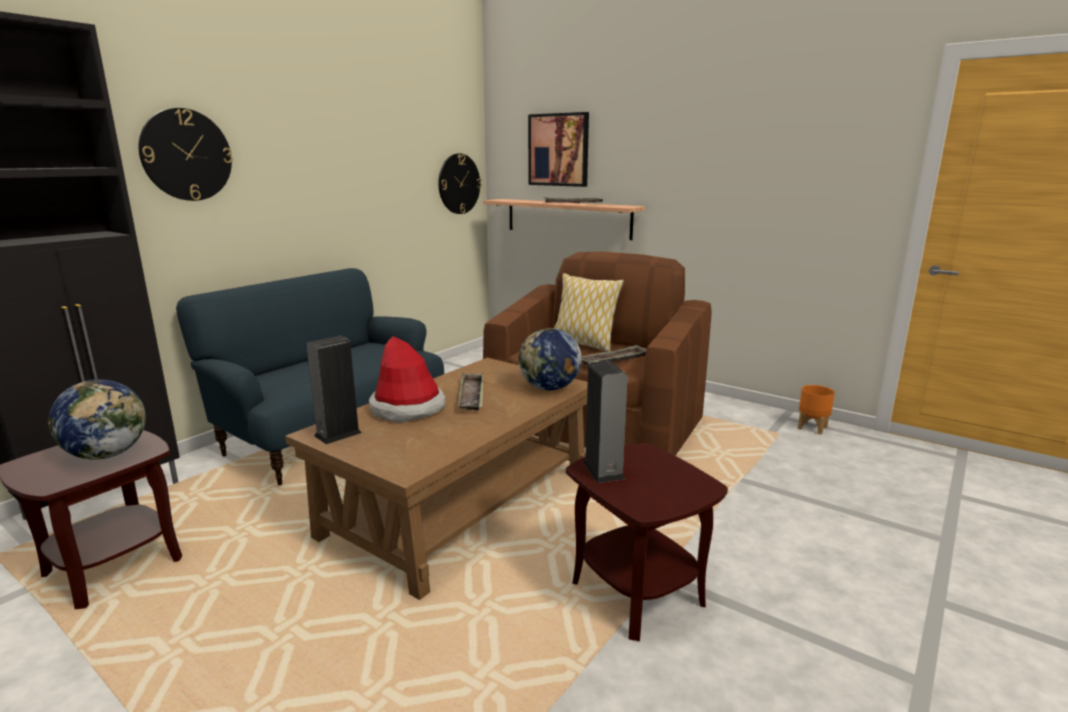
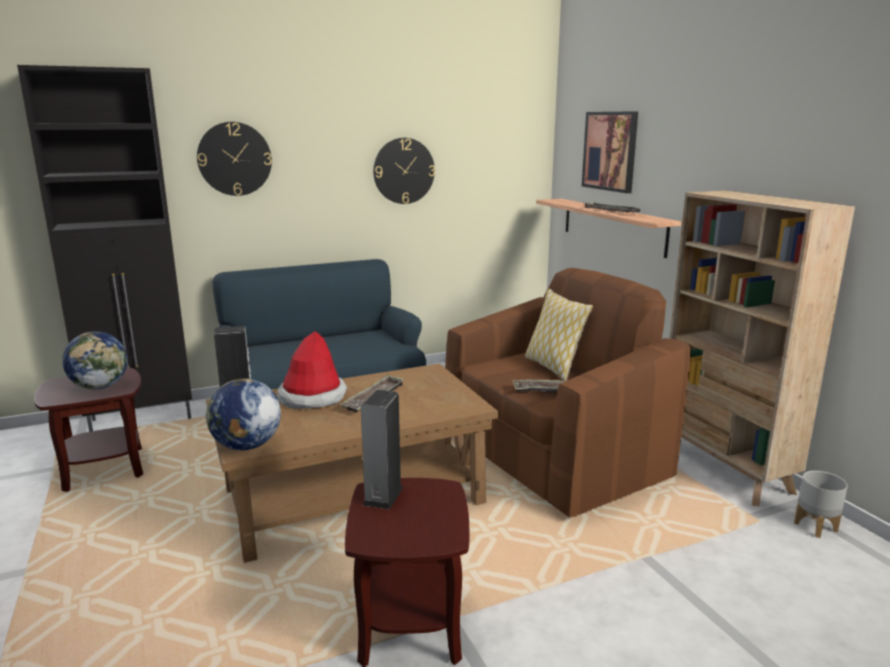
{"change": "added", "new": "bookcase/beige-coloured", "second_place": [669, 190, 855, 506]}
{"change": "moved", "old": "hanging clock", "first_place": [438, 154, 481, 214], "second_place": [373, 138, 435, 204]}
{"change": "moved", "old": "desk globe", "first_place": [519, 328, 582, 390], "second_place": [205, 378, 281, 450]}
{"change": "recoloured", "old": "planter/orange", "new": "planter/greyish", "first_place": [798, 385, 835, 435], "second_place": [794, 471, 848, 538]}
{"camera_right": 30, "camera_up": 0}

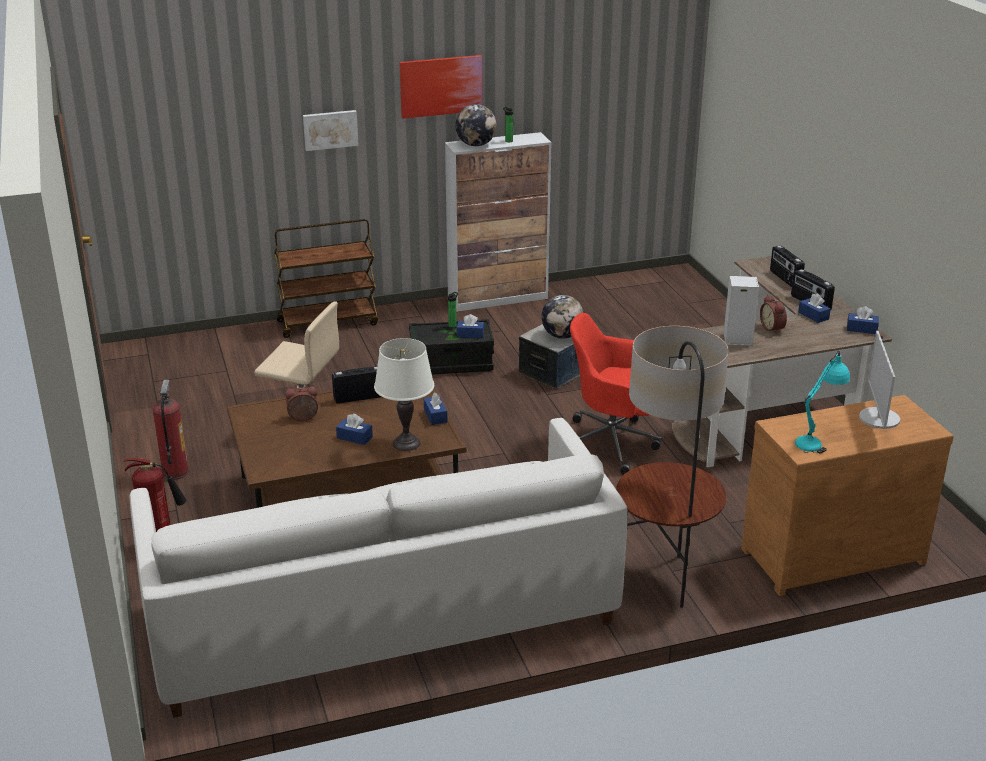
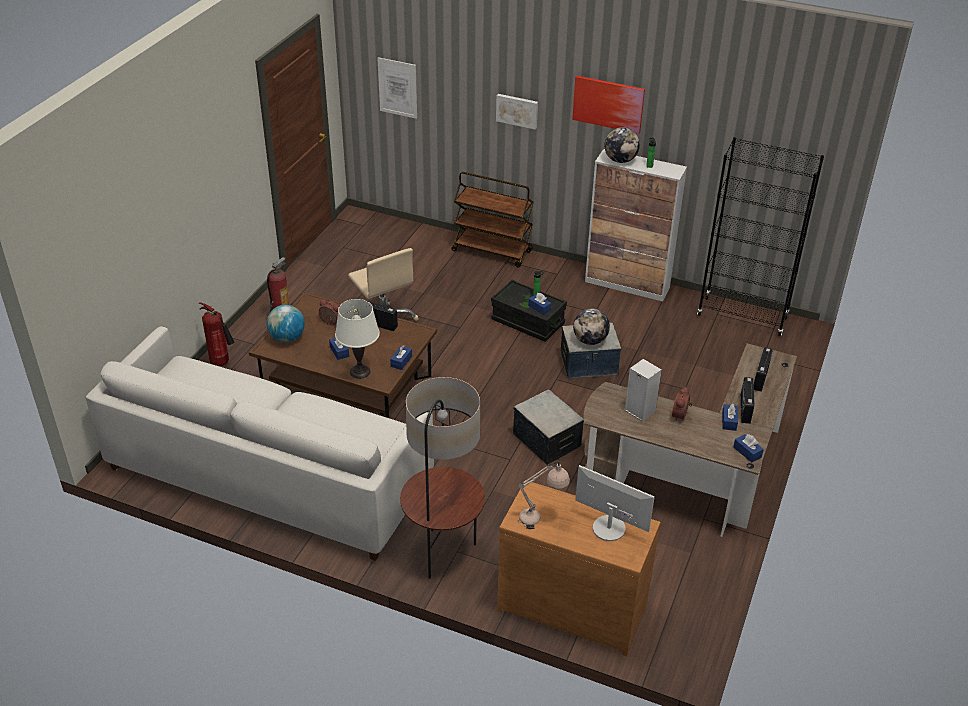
{"change": "added", "new": "desk globe", "second_place": [267, 305, 305, 342]}
{"change": "added", "new": "wall art", "second_place": [377, 57, 417, 119]}
{"change": "added", "new": "bookcase/black-coloured", "second_place": [697, 137, 824, 336]}
{"change": "replaced", "old": "desk chair/red", "new": "storage bin", "first_place": [570, 313, 661, 475], "second_place": [513, 389, 584, 465]}
{"change": "recoloured", "old": "lamp for a table/turquoise-coloured", "new": "lamp for a table/beige-coloured", "first_place": [795, 350, 850, 453], "second_place": [518, 461, 570, 529]}
{"change": "turned", "old": "computer screen", "first_place": [859, 331, 900, 429], "second_place": [575, 465, 655, 541], "degrees": 75}
{"camera_right": 40, "camera_up": 10}

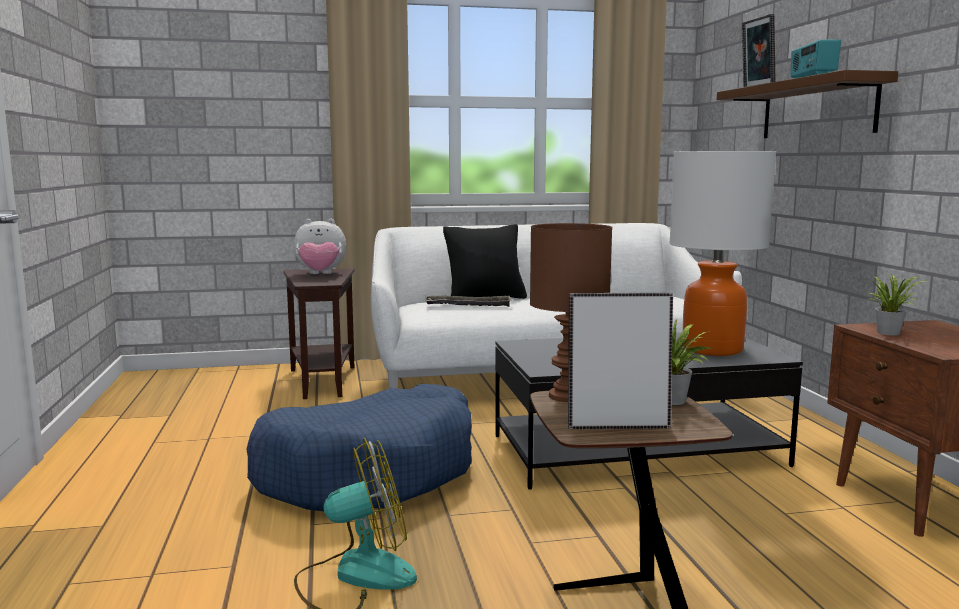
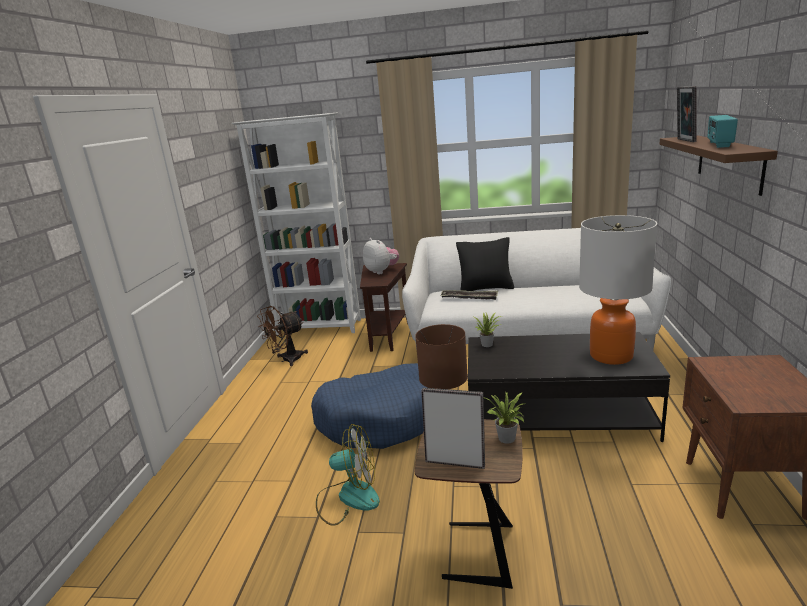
{"change": "added", "new": "bookcase/white", "second_place": [232, 112, 361, 335]}
{"change": "added", "new": "cooling fan/brownish", "second_place": [257, 306, 308, 366]}
{"change": "moved", "old": "houseplant", "first_place": [869, 271, 923, 336], "second_place": [474, 312, 501, 347]}
{"change": "turned", "old": "cuddly toy", "first_place": [294, 219, 346, 274], "second_place": [363, 238, 399, 275], "degrees": -135}
{"camera_right": 20, "camera_up": 10}

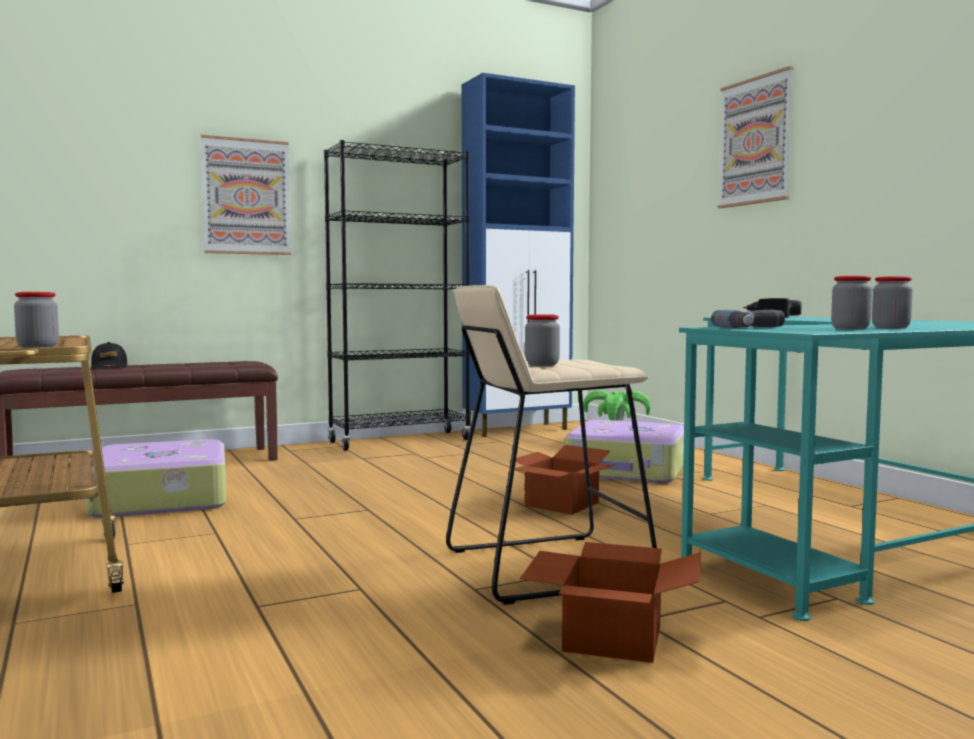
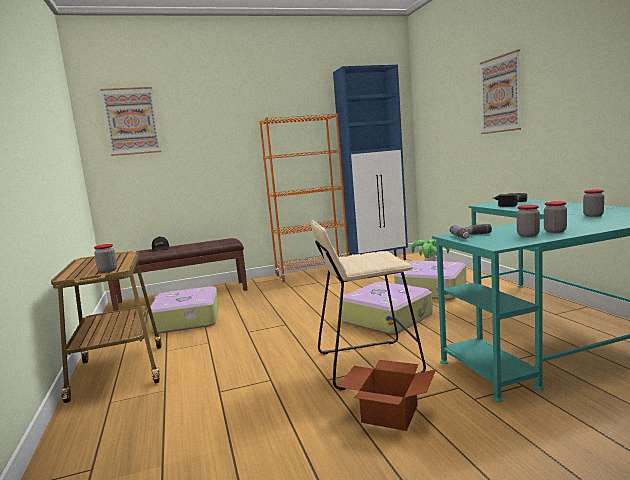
{"change": "moved", "old": "wall art", "first_place": [201, 135, 291, 255], "second_place": [100, 87, 161, 156]}
{"change": "moved", "old": "jar", "first_place": [525, 314, 560, 366], "second_place": [583, 189, 604, 217]}
{"change": "replaced", "old": "cardboard box", "new": "travel case", "first_place": [515, 445, 614, 515], "second_place": [341, 281, 433, 335]}
{"change": "recoloured", "old": "bookcase/black-coloured", "new": "bookcase/orange", "first_place": [324, 140, 471, 451], "second_place": [259, 113, 349, 282]}
{"camera_right": 10, "camera_up": 5}

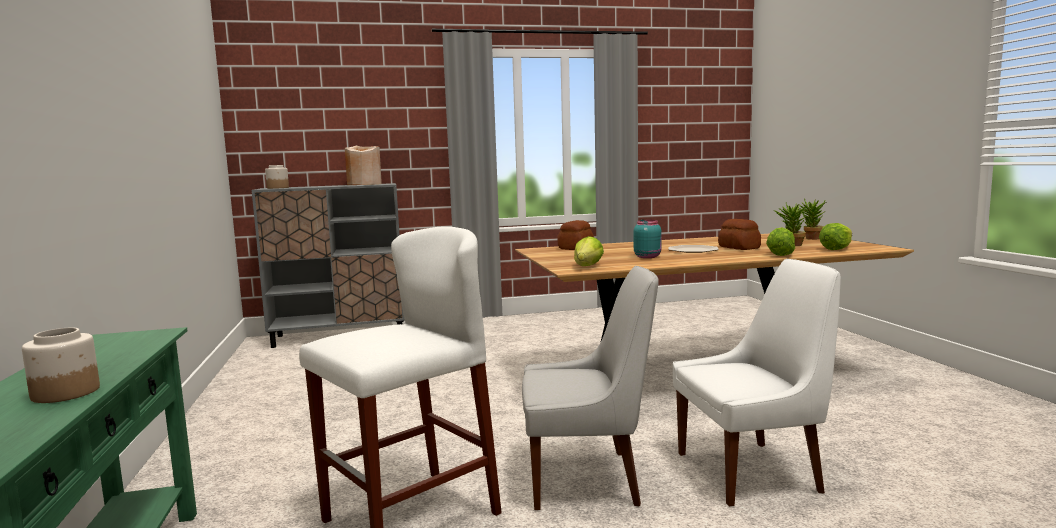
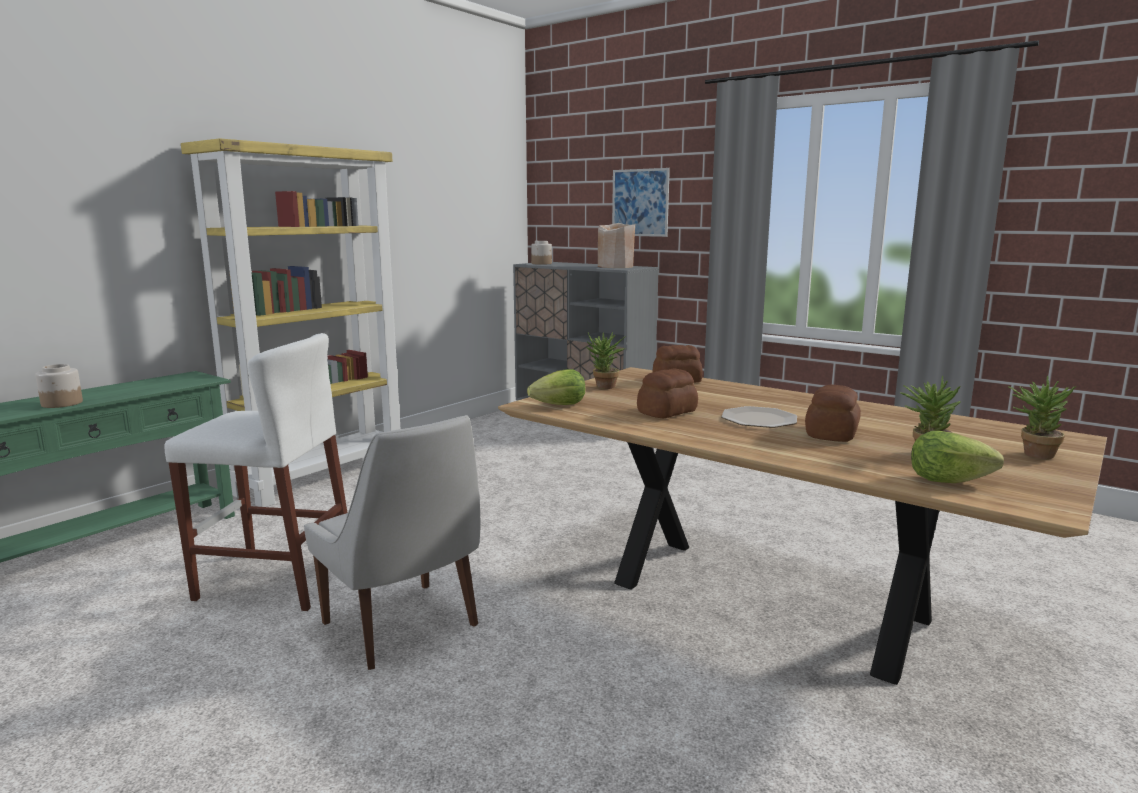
{"change": "removed", "old": "upright chair/white", "first_place": [673, 259, 841, 506]}
{"change": "removed", "old": "lettuce", "first_place": [766, 227, 795, 256]}
{"change": "added", "new": "bookcase/yellowish", "second_place": [181, 138, 400, 507]}
{"change": "added", "new": "houseplant", "second_place": [586, 332, 626, 389]}
{"change": "added", "new": "wall art", "second_place": [612, 168, 670, 237]}
{"change": "replaced", "old": "jar/turquoise-coloured", "new": "baked bread", "first_place": [634, 220, 661, 258], "second_place": [637, 369, 698, 418]}
{"camera_right": 50, "camera_up": 5}

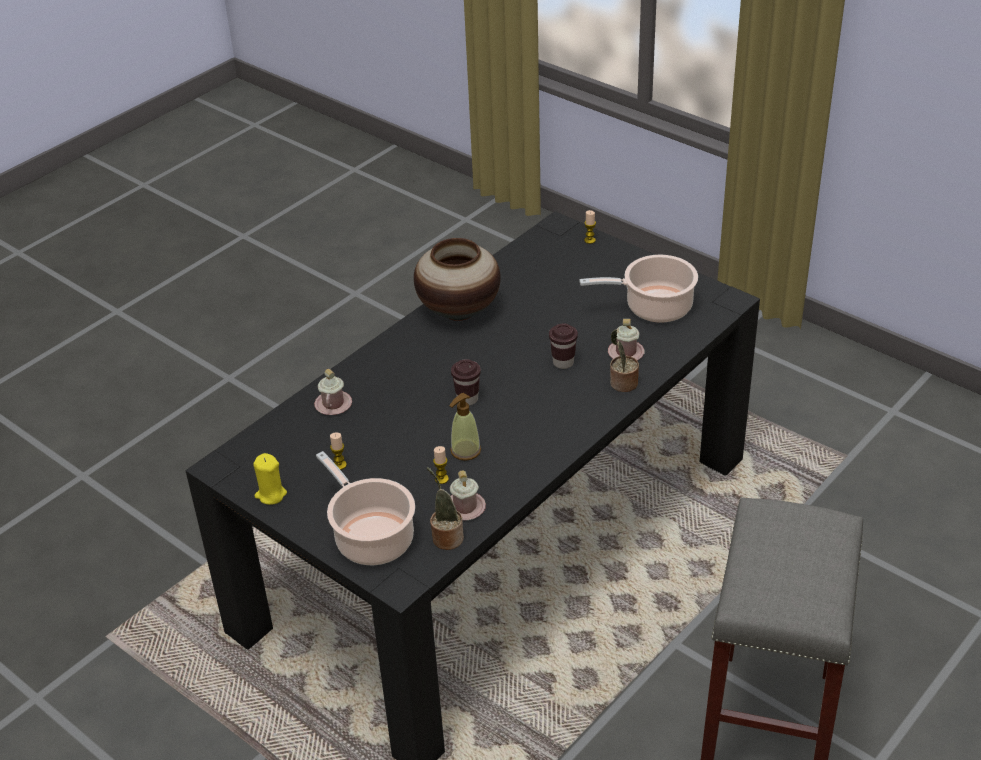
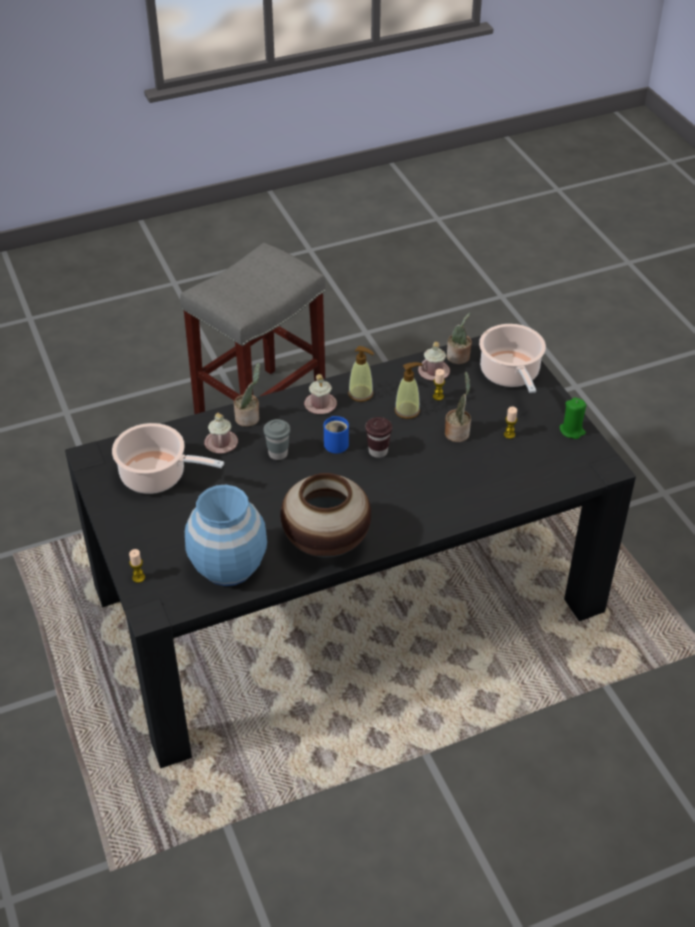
{"change": "added", "new": "decorative vase/blue", "second_place": [185, 485, 267, 586]}
{"change": "added", "new": "tea mug/blue", "second_place": [324, 416, 349, 453]}
{"change": "added", "new": "soap dispenser", "second_place": [348, 346, 374, 402]}
{"change": "added", "new": "houseplant", "second_place": [445, 372, 471, 442]}
{"change": "moved", "old": "tea mug/pink-coloured", "first_place": [314, 369, 352, 415], "second_place": [304, 374, 337, 414]}
{"change": "recoloured", "old": "candle/yellowish", "new": "candle/greenish", "first_place": [253, 453, 287, 505], "second_place": [559, 397, 586, 439]}
{"change": "recoloured", "old": "drinking cup/brownish", "new": "drinking cup/greyish", "first_place": [549, 324, 578, 369], "second_place": [264, 419, 290, 460]}
{"camera_right": -155, "camera_up": 5}

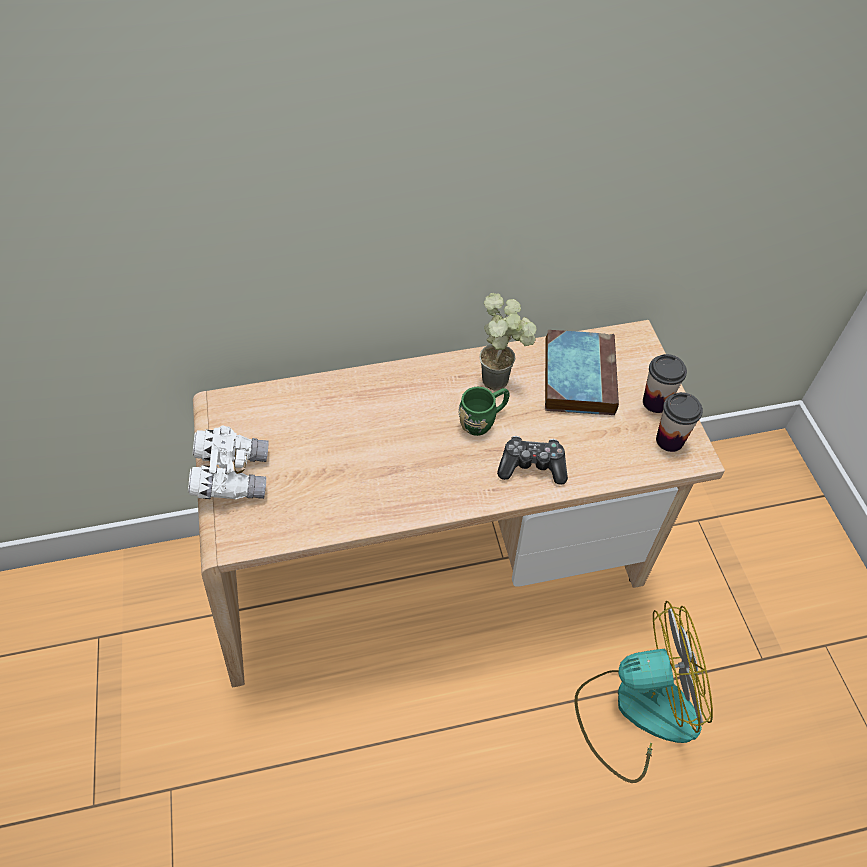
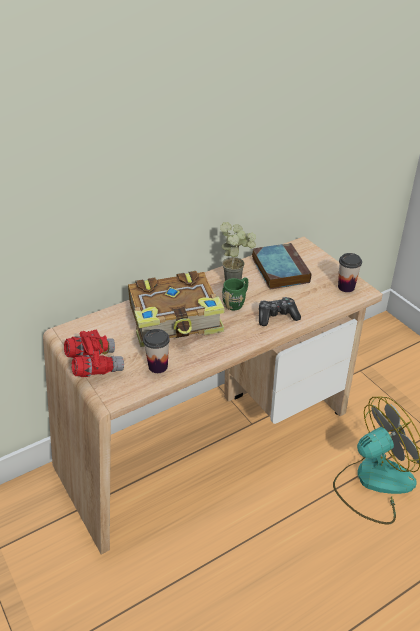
{"change": "added", "new": "volume", "second_place": [128, 271, 225, 347]}
{"change": "moved", "old": "drinking cup", "first_place": [643, 354, 687, 413], "second_place": [143, 329, 170, 373]}
{"change": "recoloured", "old": "field glasses/white", "new": "field glasses/red", "first_place": [188, 425, 269, 499], "second_place": [64, 330, 124, 377]}
{"camera_right": -20, "camera_up": -15}

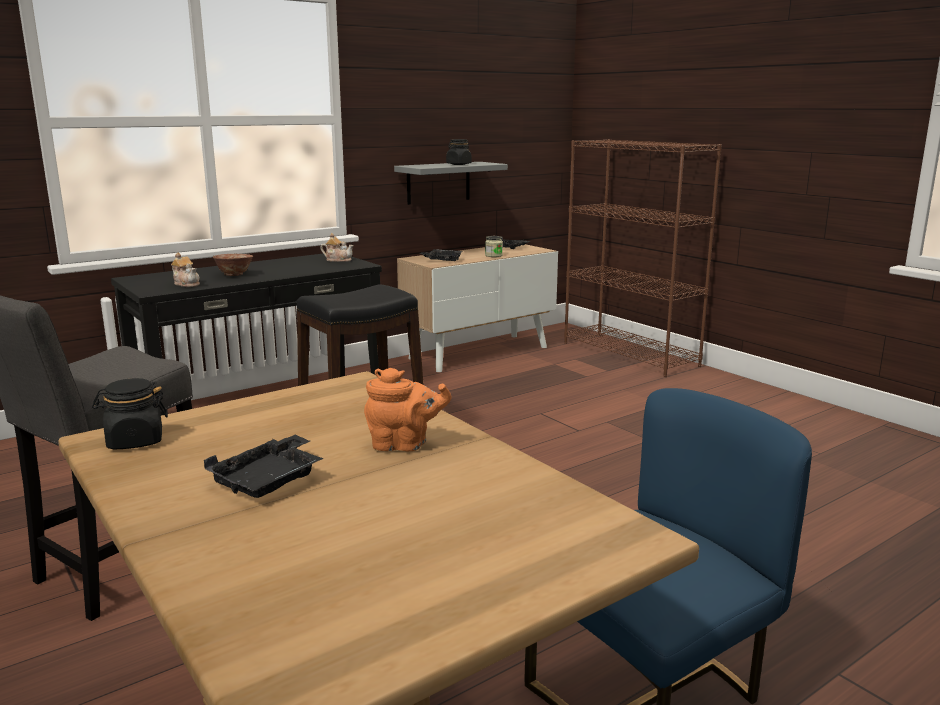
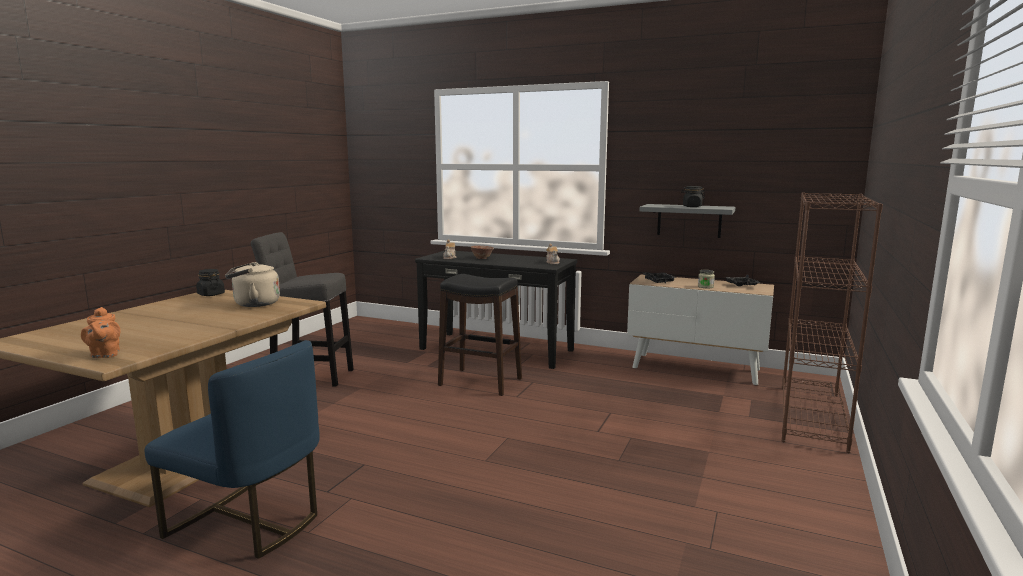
{"change": "removed", "old": "tray/black-coloured", "first_place": [204, 434, 324, 498]}
{"change": "added", "new": "kettle/beige-coloured", "second_place": [225, 262, 280, 307]}
{"change": "moved", "old": "pot for tea/orange", "first_place": [364, 368, 451, 451], "second_place": [81, 307, 120, 358]}
{"camera_right": 60, "camera_up": -5}

